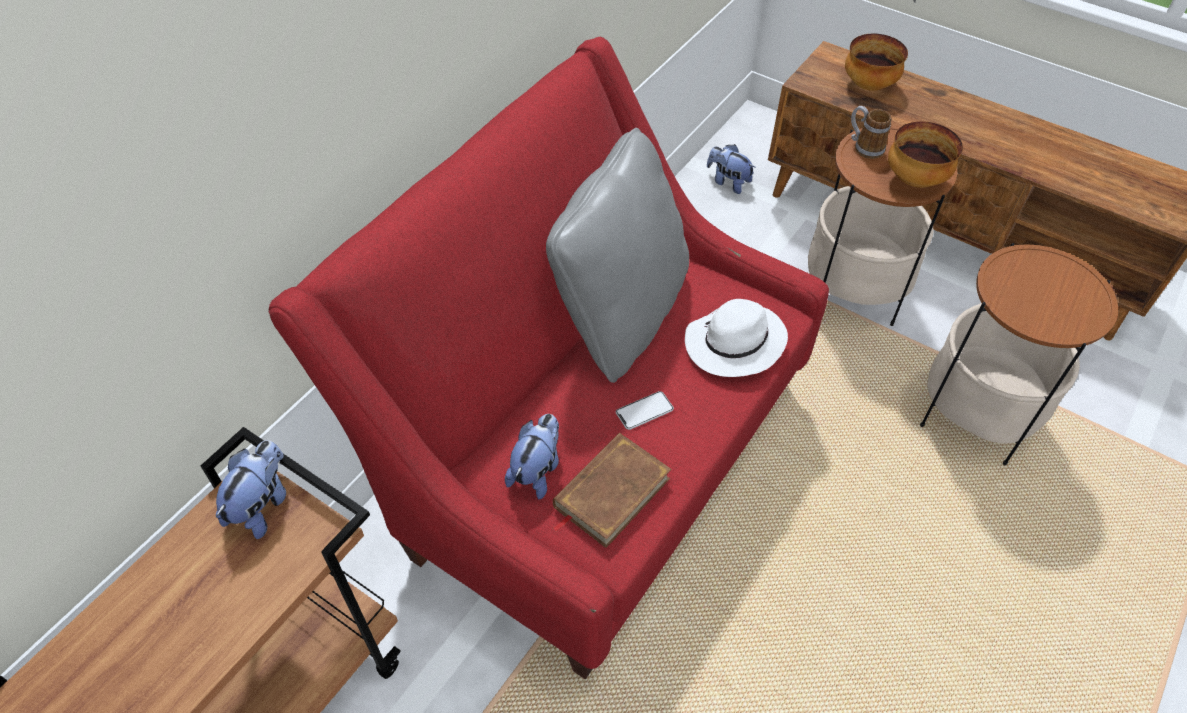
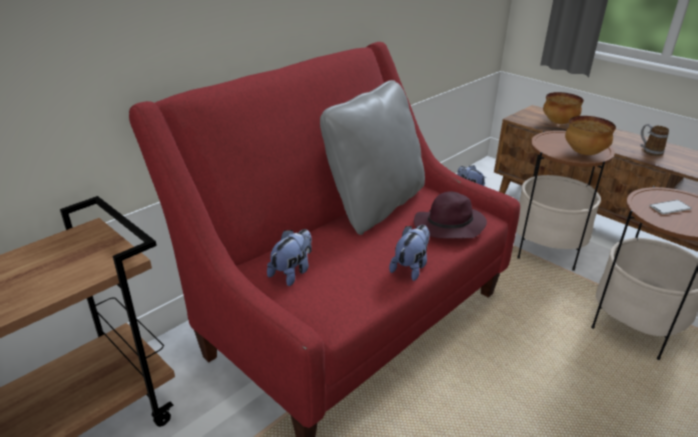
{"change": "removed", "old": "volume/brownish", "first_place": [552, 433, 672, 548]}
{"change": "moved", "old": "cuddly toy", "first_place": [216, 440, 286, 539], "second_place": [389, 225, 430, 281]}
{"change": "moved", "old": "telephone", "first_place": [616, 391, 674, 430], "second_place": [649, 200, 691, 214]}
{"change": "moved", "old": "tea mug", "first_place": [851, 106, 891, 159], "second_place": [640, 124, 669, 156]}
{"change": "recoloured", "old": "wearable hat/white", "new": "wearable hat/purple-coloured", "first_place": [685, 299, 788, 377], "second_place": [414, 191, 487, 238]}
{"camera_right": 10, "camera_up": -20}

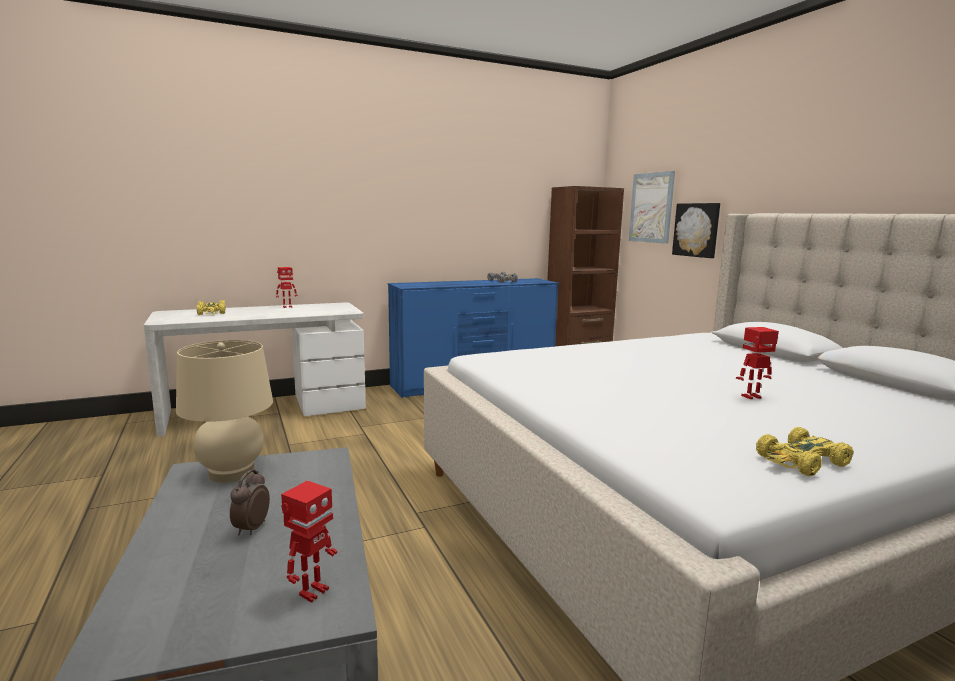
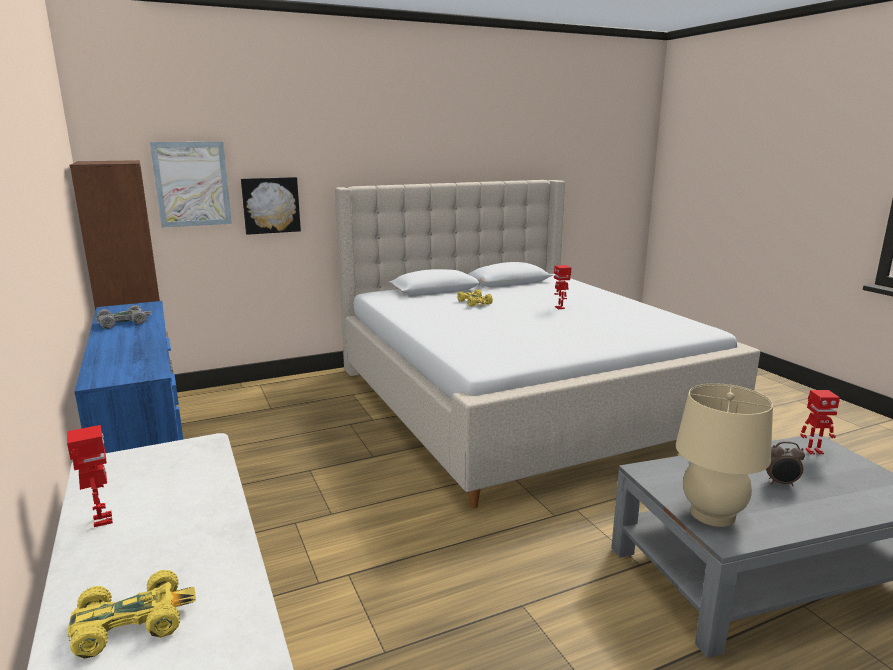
{"change": "moved", "old": "toy car/yellowish", "first_place": [756, 427, 854, 476], "second_place": [457, 290, 493, 307]}
{"change": "turned", "old": "robot figure", "first_place": [281, 480, 337, 603], "second_place": [800, 390, 840, 455], "degrees": 150}
{"camera_right": -90, "camera_up": 5}

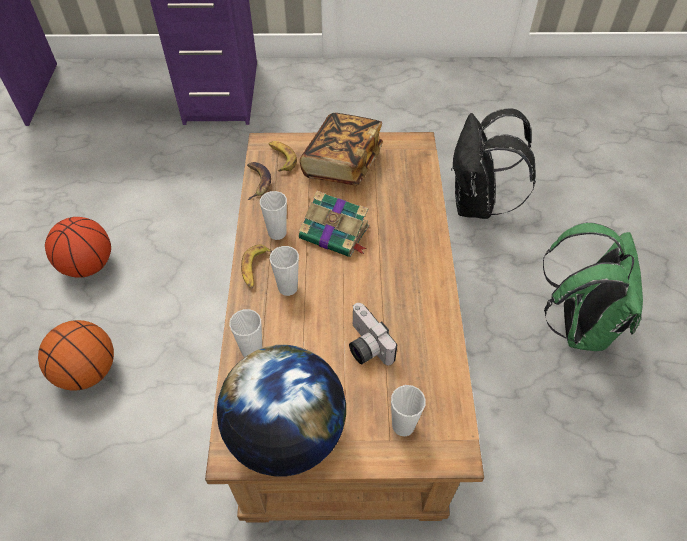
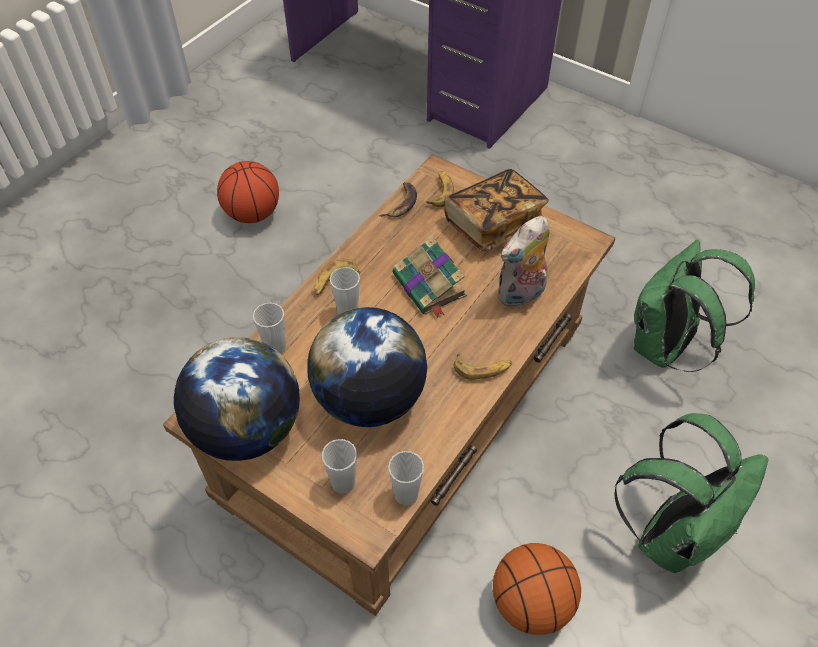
{"change": "added", "new": "banana fruit", "second_place": [454, 354, 512, 380]}
{"change": "added", "new": "cuddly toy", "second_place": [498, 216, 550, 308]}
{"change": "moved", "old": "basketball", "first_place": [38, 320, 114, 390], "second_place": [493, 543, 581, 635]}
{"change": "moved", "old": "drinking cup", "first_place": [260, 191, 287, 240], "second_place": [388, 451, 424, 506]}
{"change": "replaced", "old": "still camera", "new": "desk globe", "first_place": [349, 303, 397, 365], "second_place": [307, 307, 427, 427]}
{"change": "recoloured", "old": "backpack/black-coloured", "new": "backpack/greenish", "first_place": [451, 108, 536, 219], "second_place": [634, 240, 755, 372]}
{"camera_right": 35, "camera_up": 0}

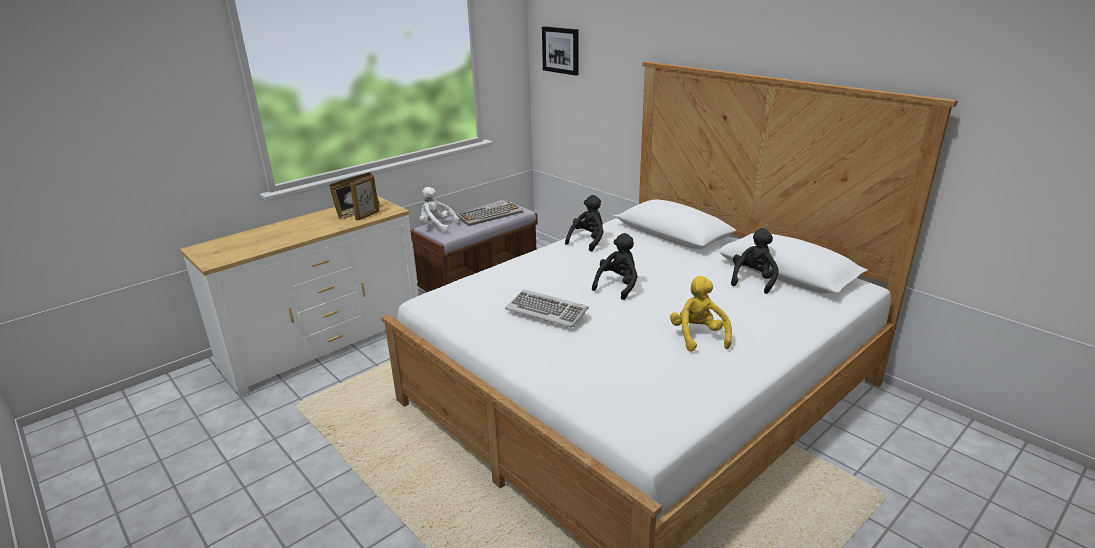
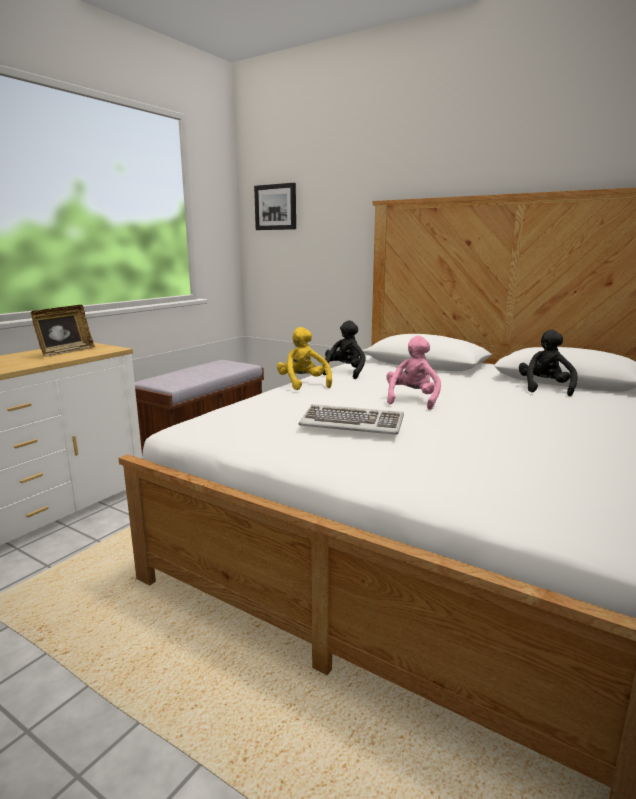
{"change": "removed", "old": "photo frame", "first_place": [350, 175, 379, 220]}
{"change": "removed", "old": "cuddly toy/white", "first_place": [419, 187, 460, 232]}
{"change": "removed", "old": "computer keyboard", "first_place": [456, 201, 523, 226]}
{"change": "moved", "old": "cuddly toy/yellowish", "first_place": [670, 276, 732, 352], "second_place": [277, 327, 332, 390]}
{"change": "recoloured", "old": "cuddly toy/black-coloured", "new": "cuddly toy/pink-coloured", "first_place": [592, 233, 638, 300], "second_place": [386, 336, 441, 410]}
{"camera_right": -15, "camera_up": -10}

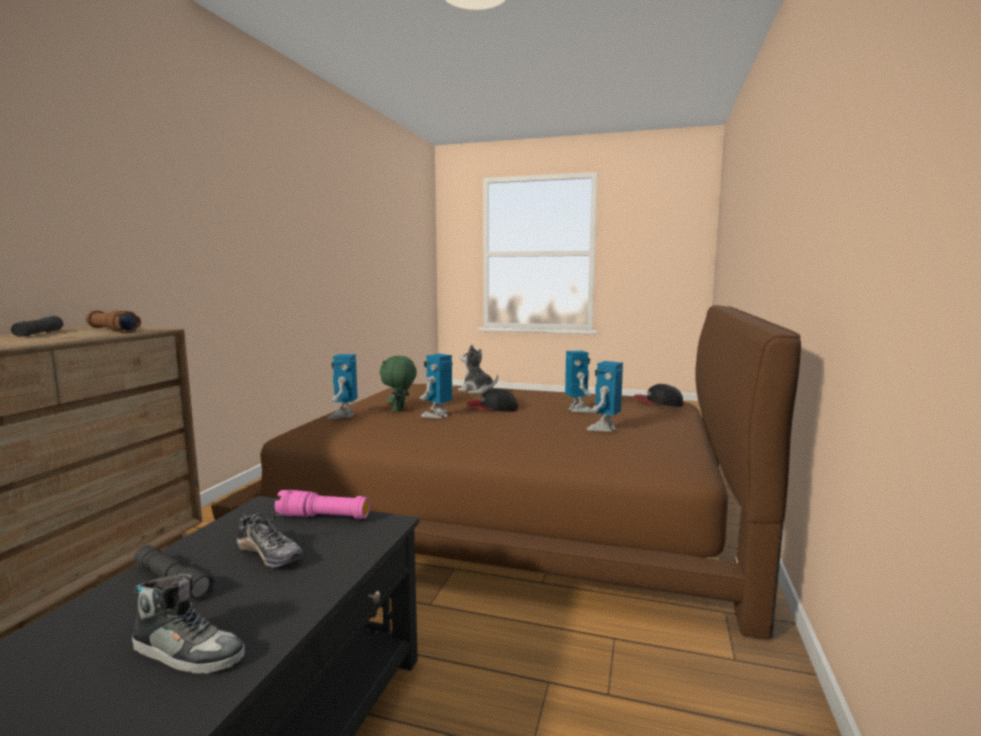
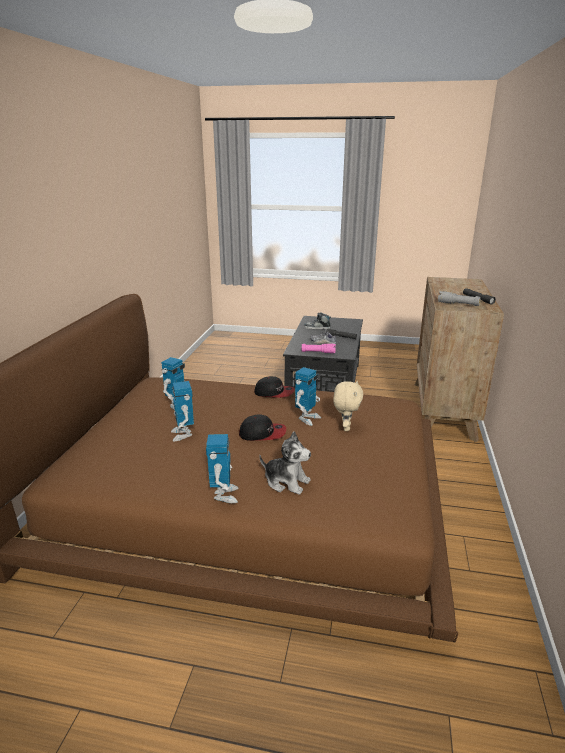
{"change": "moved", "old": "robot figure", "first_place": [328, 354, 357, 419], "second_place": [206, 434, 239, 503]}
{"change": "moved", "old": "peaked cap", "first_place": [633, 384, 684, 407], "second_place": [254, 376, 295, 398]}
{"change": "recoloured", "old": "flashlight/brownish", "new": "flashlight/greyish", "first_place": [86, 310, 141, 333], "second_place": [438, 291, 481, 306]}
{"change": "recoloured", "old": "cuddly toy/greenish", "new": "cuddly toy/beige-coloured", "first_place": [380, 356, 417, 412], "second_place": [333, 381, 363, 431]}
{"camera_right": 175, "camera_up": 15}

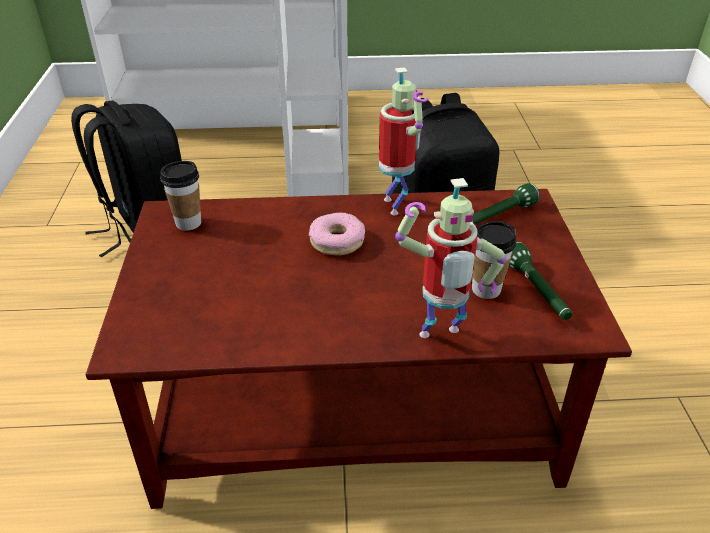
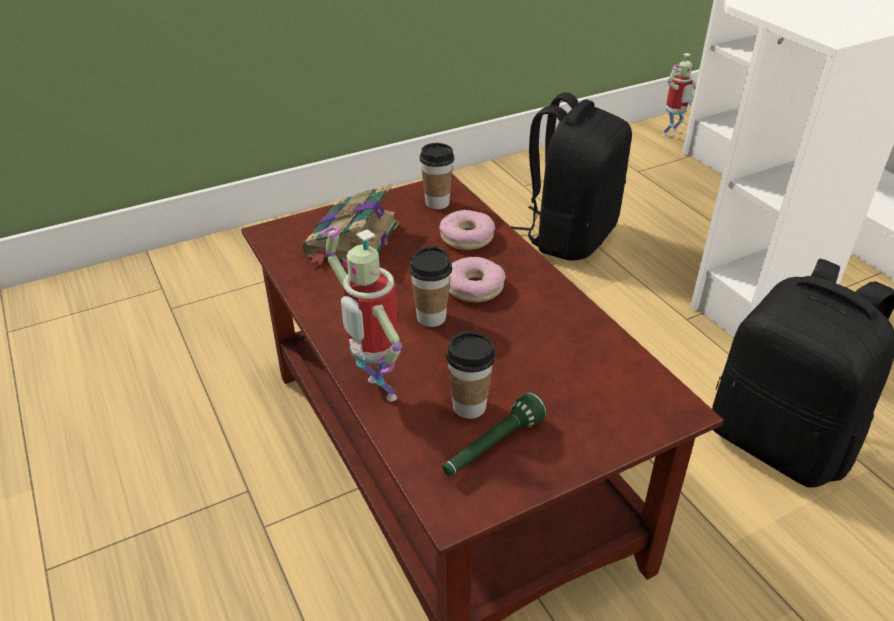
{"change": "removed", "old": "flashlight/greenish", "first_place": [472, 183, 540, 225]}
{"change": "added", "new": "volume", "second_place": [303, 184, 399, 266]}
{"change": "added", "new": "drinking cup", "second_place": [409, 246, 452, 327]}
{"change": "added", "new": "donut", "second_place": [439, 210, 495, 250]}
{"change": "moved", "old": "robot figure", "first_place": [379, 67, 429, 215], "second_place": [663, 53, 696, 136]}
{"camera_right": 65, "camera_up": 0}

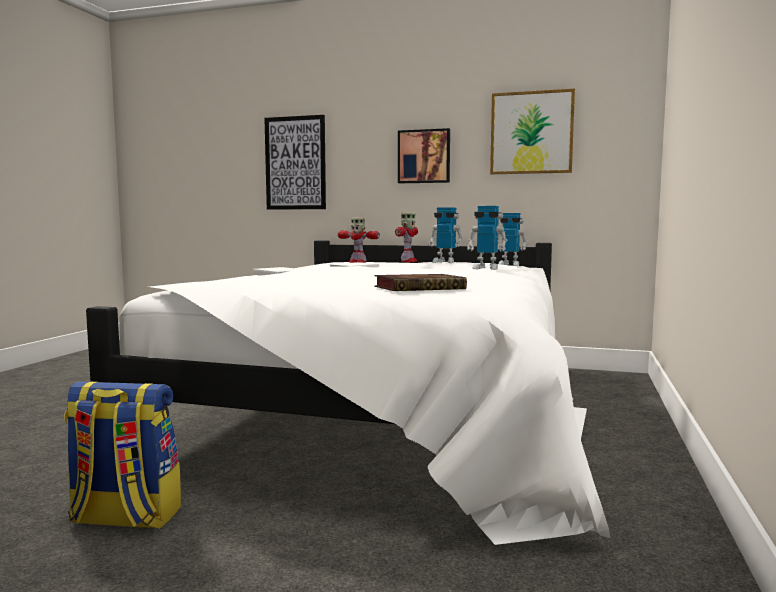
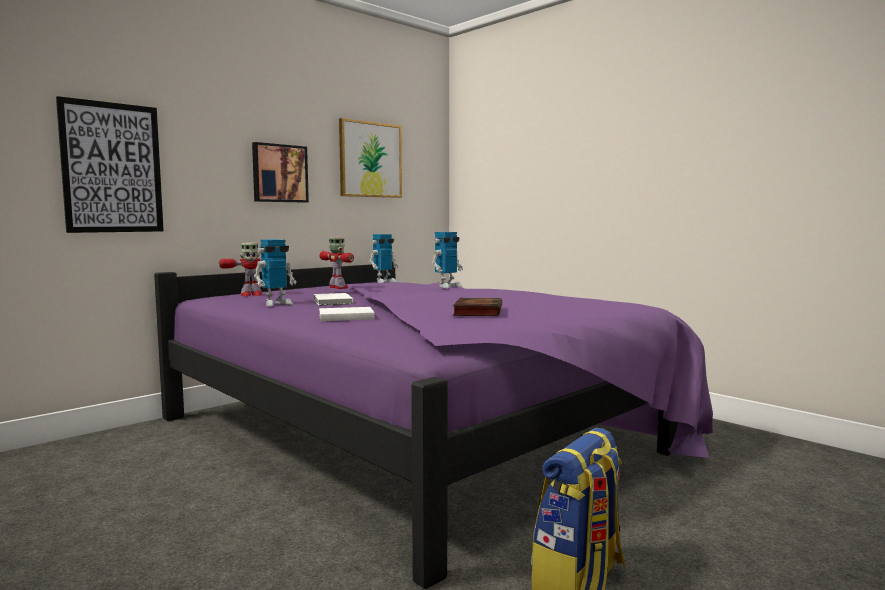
{"change": "moved", "old": "volume", "first_place": [374, 274, 467, 291], "second_place": [453, 298, 502, 316]}
{"change": "moved", "old": "robot figure", "first_place": [428, 207, 463, 263], "second_place": [254, 239, 297, 307]}
{"change": "recoloured", "old": "bed/white", "new": "bed/purple-coloured", "first_place": [86, 240, 610, 545], "second_place": [154, 262, 713, 590]}
{"camera_right": -60, "camera_up": 0}

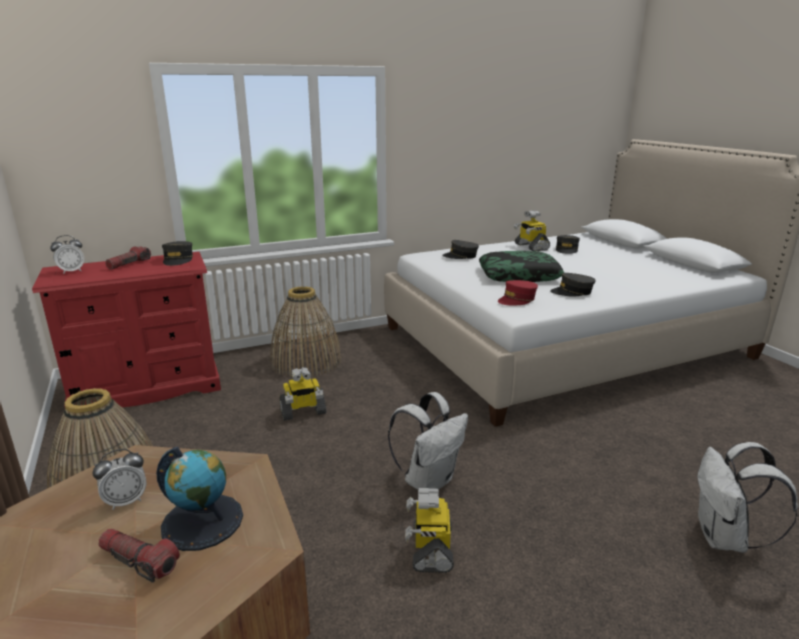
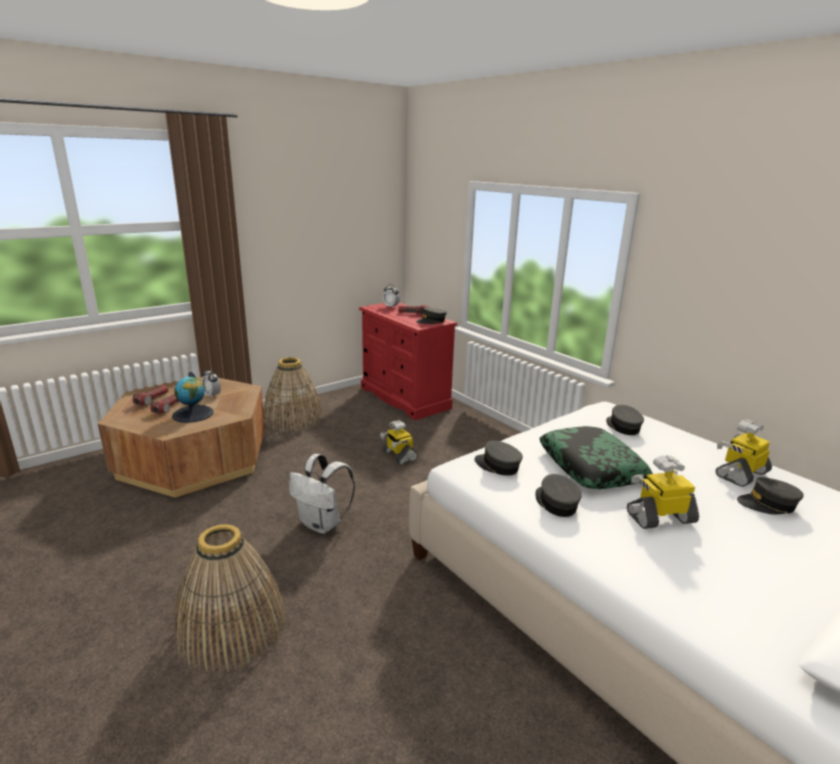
{"change": "removed", "old": "backpack/white", "first_place": [697, 442, 798, 553]}
{"change": "added", "new": "flashlight", "second_place": [132, 385, 169, 406]}
{"change": "moved", "old": "storage basket", "first_place": [270, 286, 342, 377], "second_place": [174, 524, 285, 673]}
{"change": "moved", "old": "robot figure", "first_place": [405, 488, 454, 573], "second_place": [627, 455, 699, 529]}
{"change": "recoloured", "old": "peaked cap/red", "new": "peaked cap/greyish", "first_place": [498, 280, 538, 305], "second_place": [474, 441, 523, 476]}
{"camera_right": 75, "camera_up": 0}

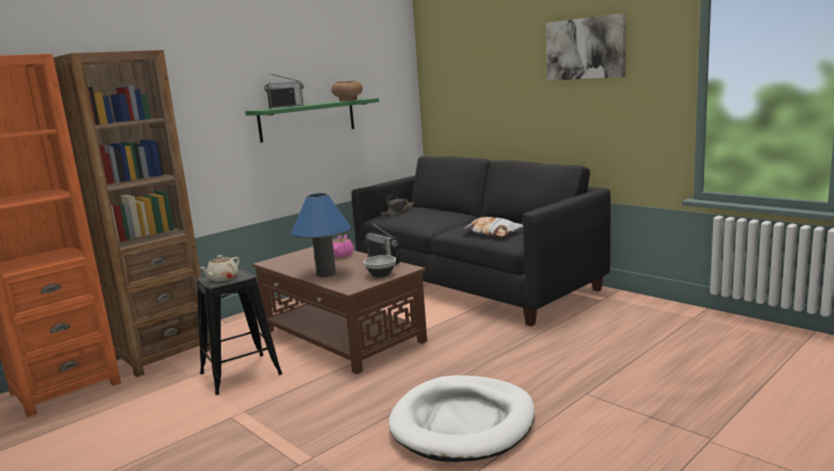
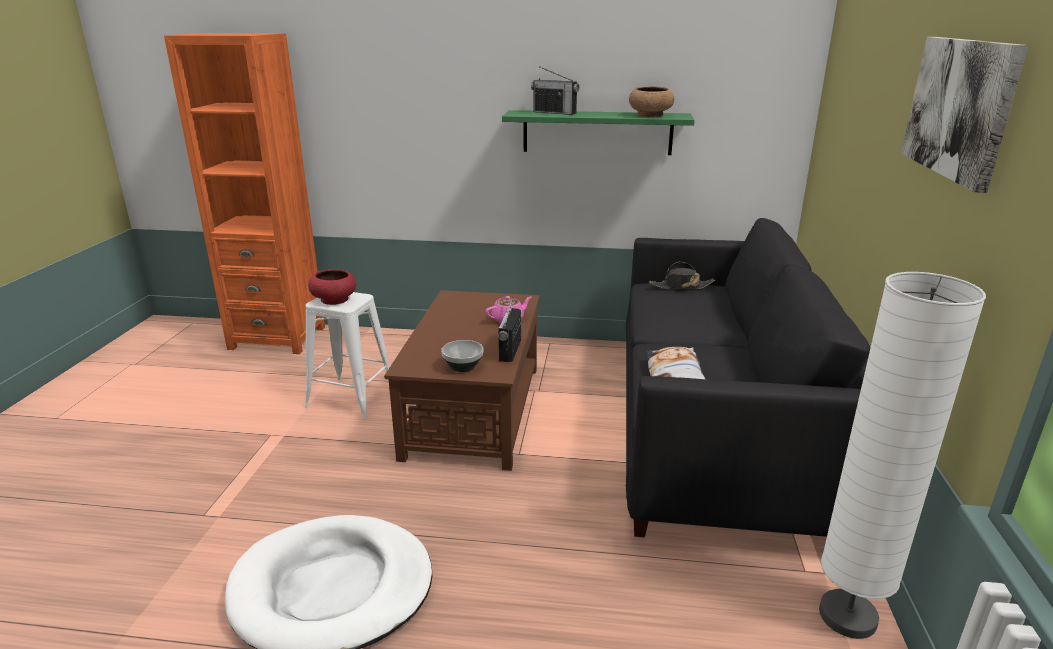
{"change": "removed", "old": "bookcase/brownish", "first_place": [53, 50, 210, 377]}
{"change": "removed", "old": "lamp for a table/blue", "first_place": [291, 193, 351, 277]}
{"change": "added", "new": "standard lamp/white", "second_place": [819, 272, 986, 639]}
{"change": "replaced", "old": "pot for tea/beige-coloured", "new": "serving bowl/red", "first_place": [200, 255, 240, 281], "second_place": [308, 269, 356, 305]}
{"change": "recoloured", "old": "stool/black-coloured", "new": "stool/white", "first_place": [196, 268, 283, 395], "second_place": [304, 292, 390, 419]}
{"camera_right": 50, "camera_up": 10}

